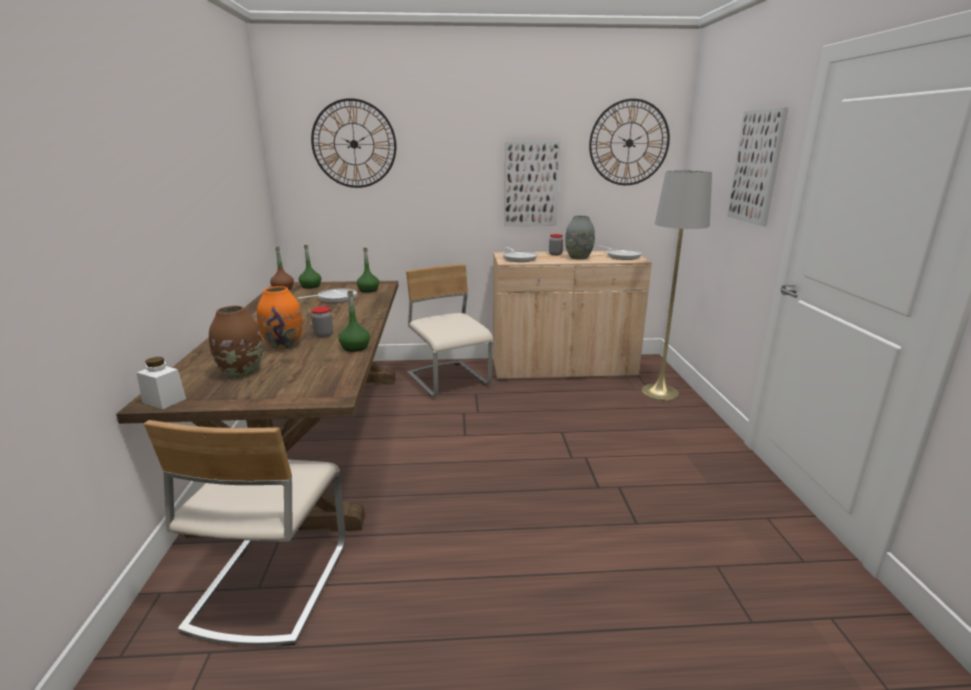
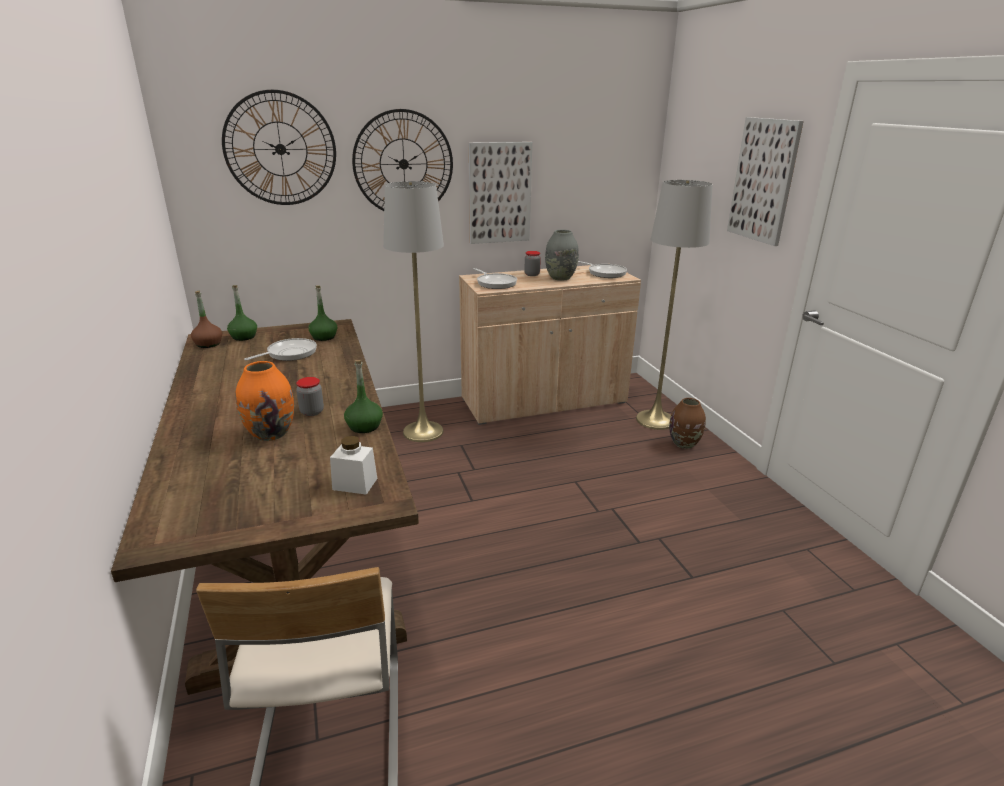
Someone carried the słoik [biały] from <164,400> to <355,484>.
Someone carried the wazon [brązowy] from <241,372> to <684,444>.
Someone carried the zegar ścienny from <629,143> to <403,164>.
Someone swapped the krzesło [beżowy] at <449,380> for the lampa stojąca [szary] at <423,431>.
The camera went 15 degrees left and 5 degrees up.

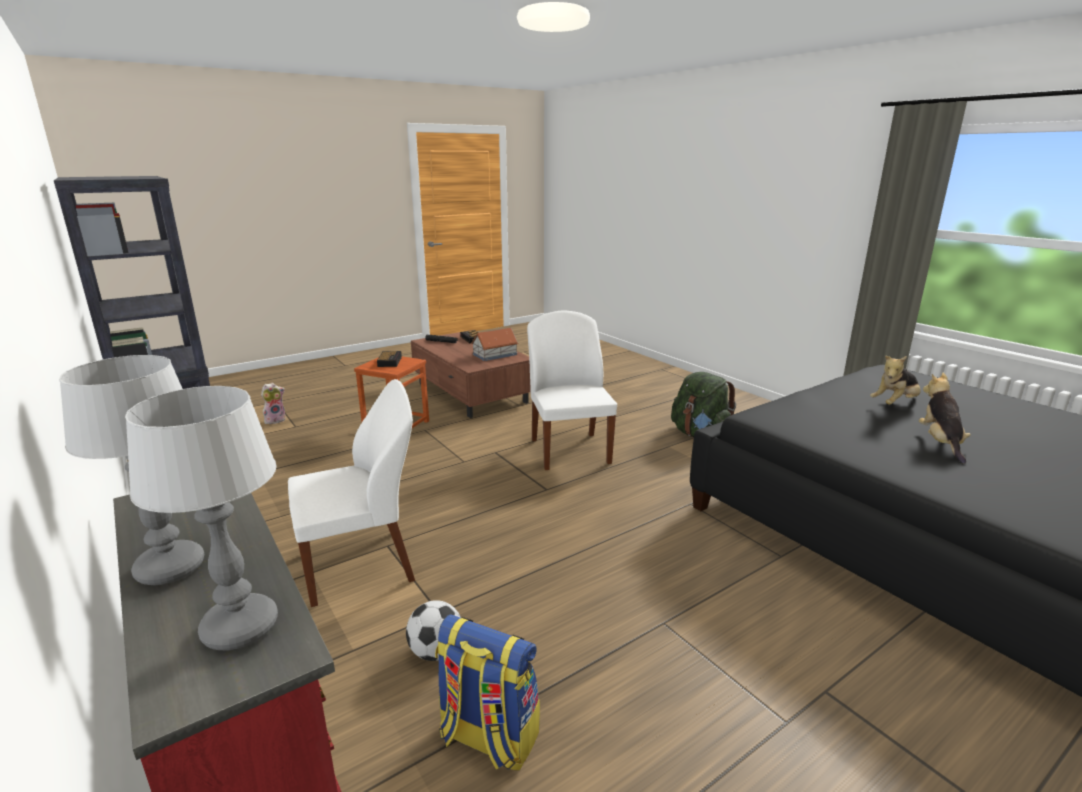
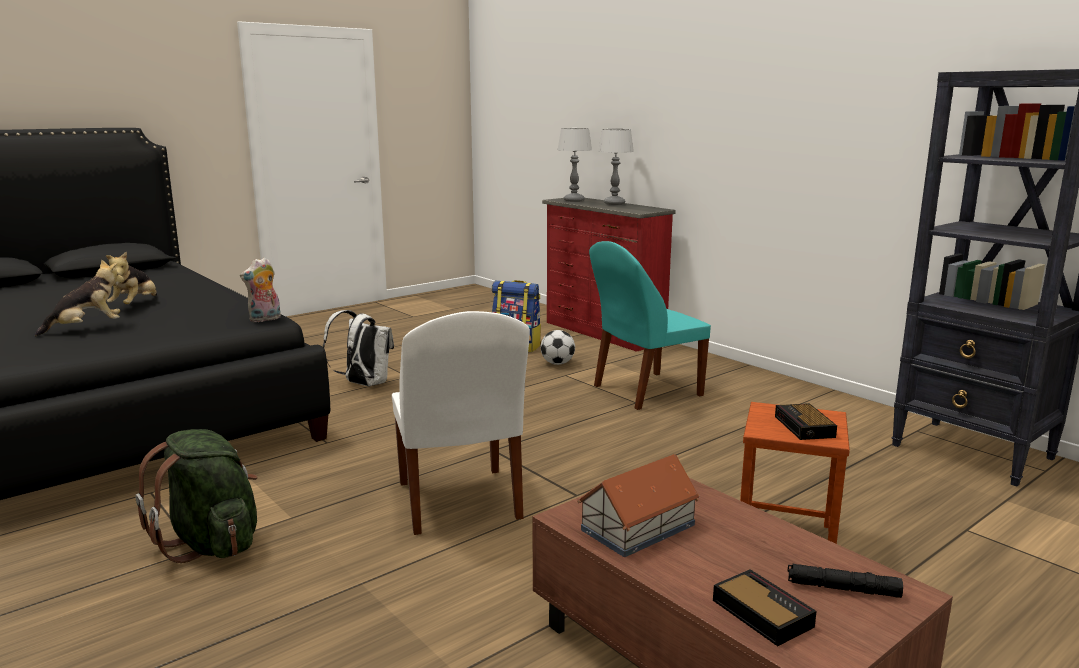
Someone put down the plecak [biały] at <363,384>.
Someone carried the pluszak from <275,420> to <265,319>.
Someone repainted the krzesło [biały] at <362,566>, which became the krzesło [turkusowy] at <644,391>.
The camera went 175 degrees right and 5 degrees down.

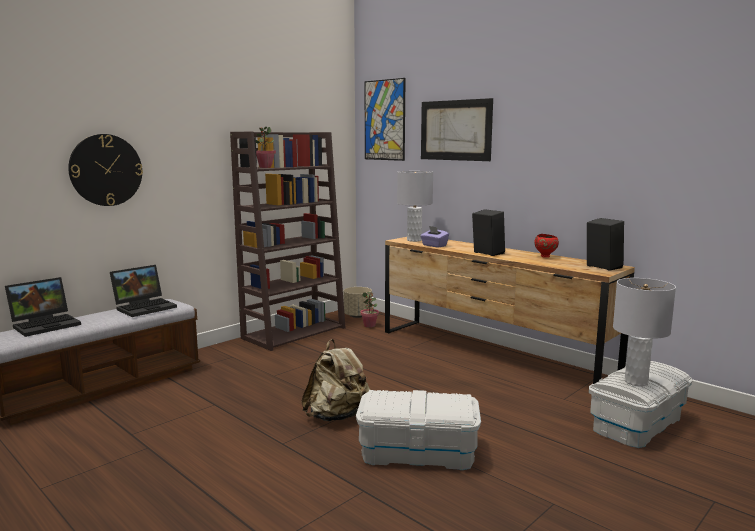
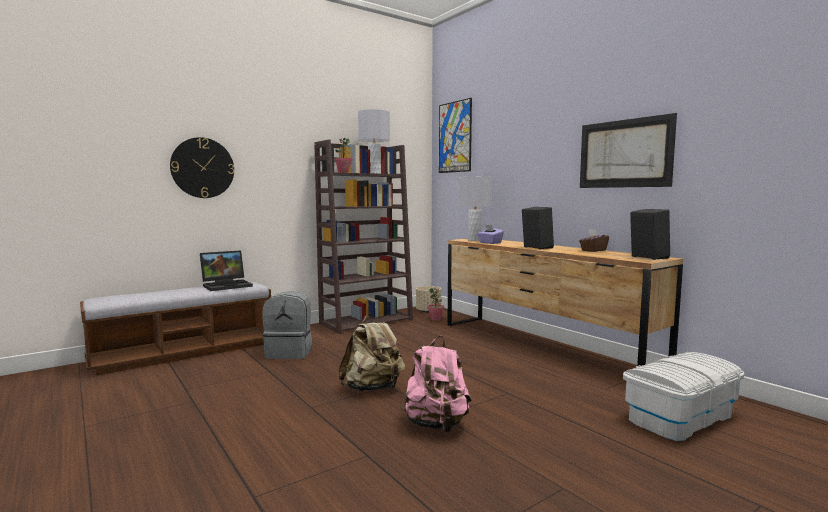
Someone took away the laptop at <47,324>.
Someone put down the plecak [szary] at <289,353>.
Someone carried the obraz from <455,130> to <624,153>.
Someone carried the lampa stołowa [szary] from <636,382> to <374,173>.
Someone swapped the pojemnik do przechowywania [biały] at <418,452> for the plecak [różowy] at <436,425>.
Someone swapped the miska [czerwony] at <545,256> for the pudełko chusteczek [brązowy] at <593,250>.
The camera went 10 degrees right and 5 degrees down.

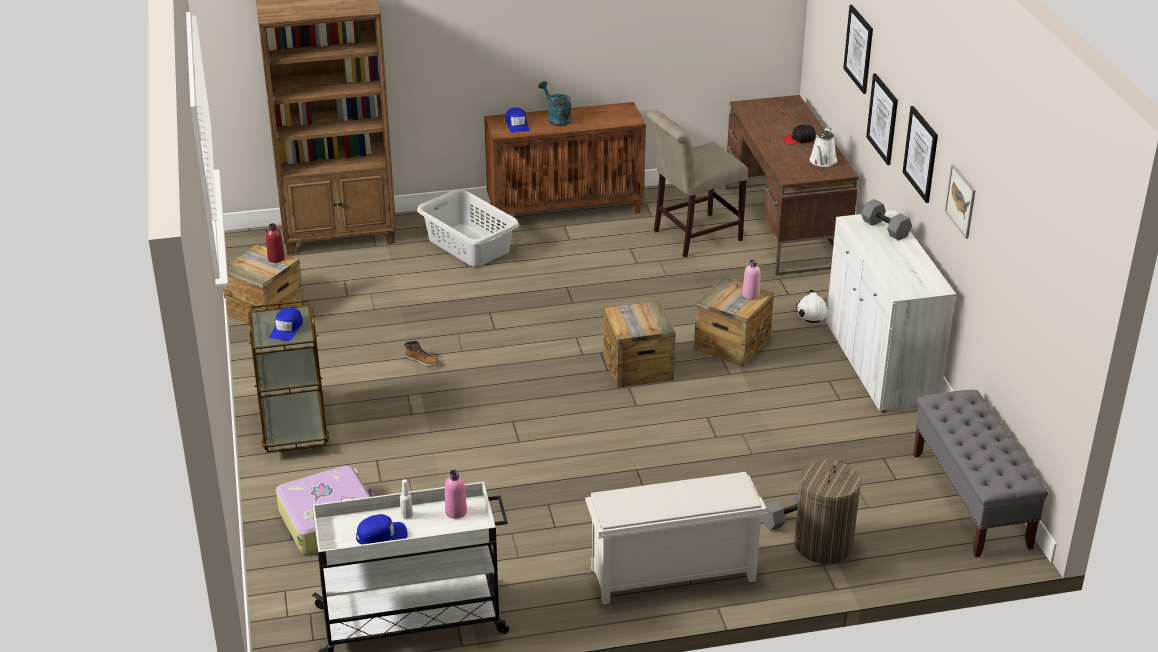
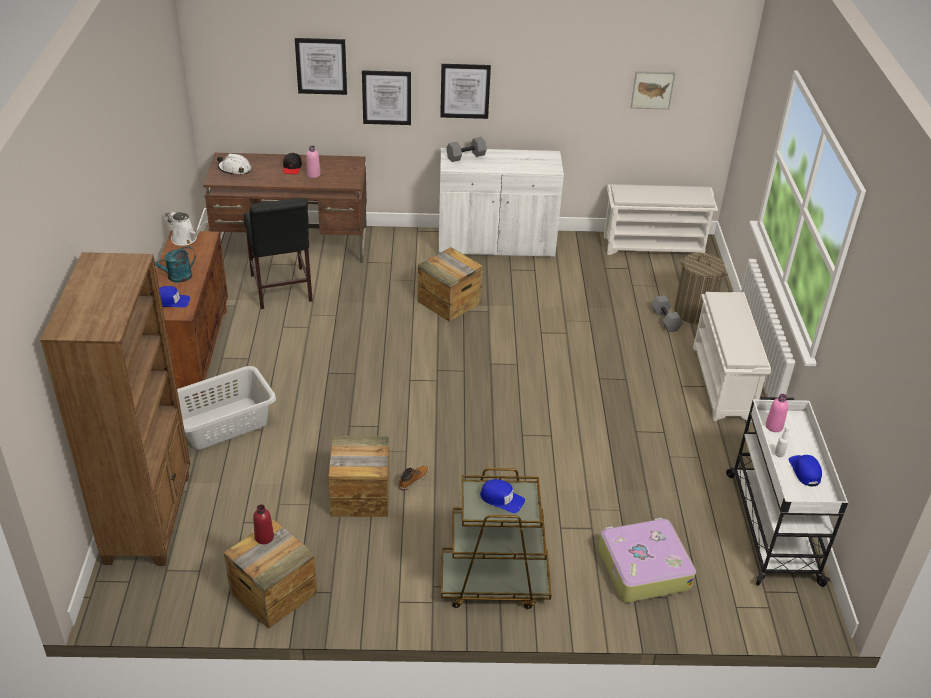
Someone carried the skrzynka from <638,367> to <360,495>.
Someone carried the butelka [różowy] from <751,295> to <313,174>.
Someone carried the kask [biały] from <811,312> to <235,169>.
Someone carried the konewka [biały] from <822,161> to <186,239>.
Someone carried the obraz from <961,201> to <652,90>.
Someone swapped the ławka [szary] at <971,500> for the regał na buty [biały] at <654,246>.
Someone repainted the krzesło [beżowy] at <692,236>, which became the krzesło [czarny] at <281,290>.
The camera went 80 degrees left and 5 degrees up.

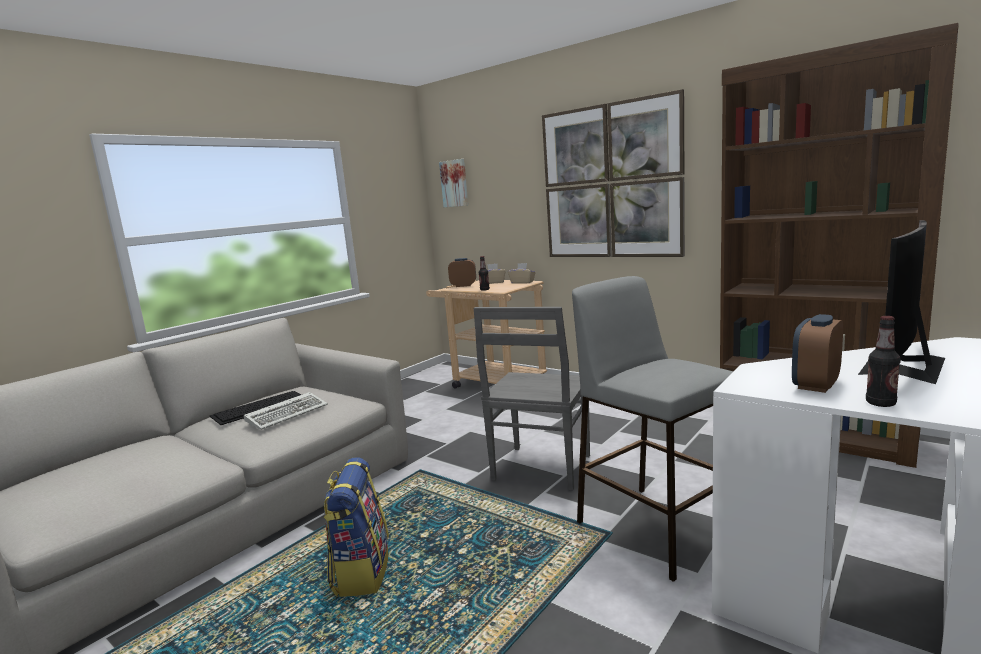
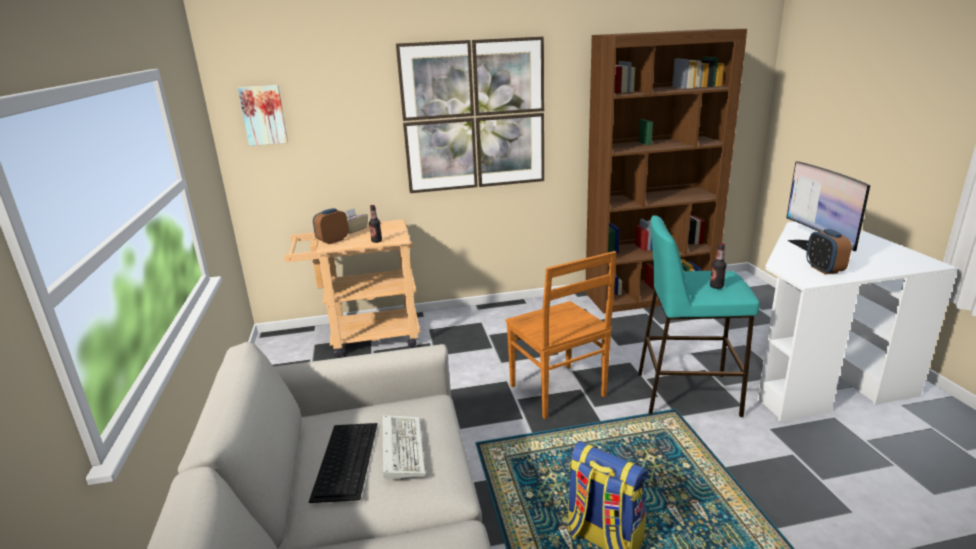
Someone took away the pudełko chusteczek [beżowy] at <522,282>.
Someone carried the butelka from <880,403> to <716,286>.
Someone repainted the krzesło [szary] at <540,469>, which became the krzesło [brązowy] at <558,392>.
Someone repainted the stołek [szary] at <654,528>, which became the stołek [turkusowy] at <686,394>.
The camera went 50 degrees left and 10 degrees up.

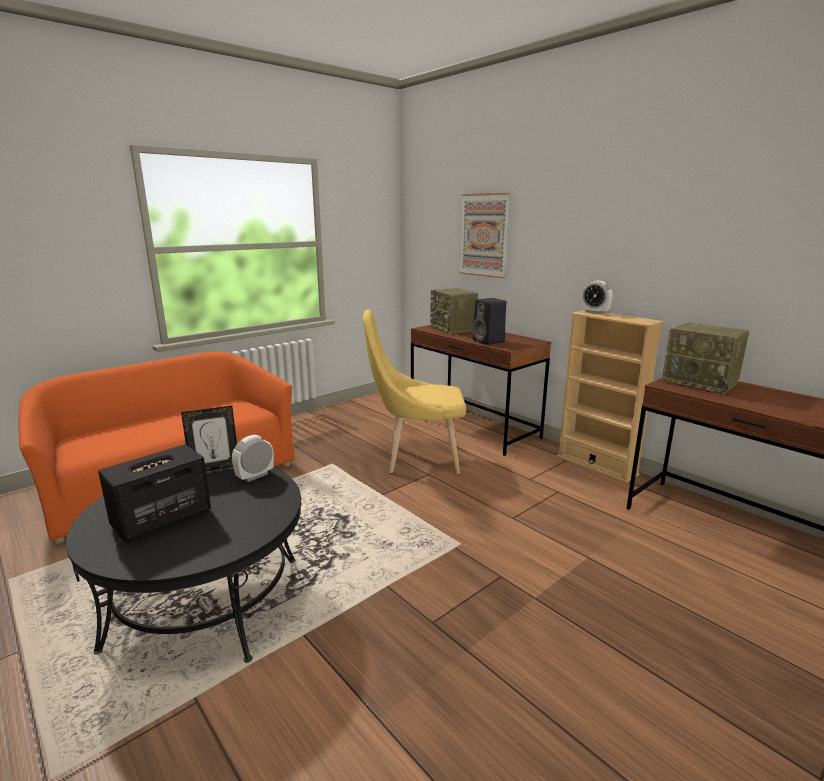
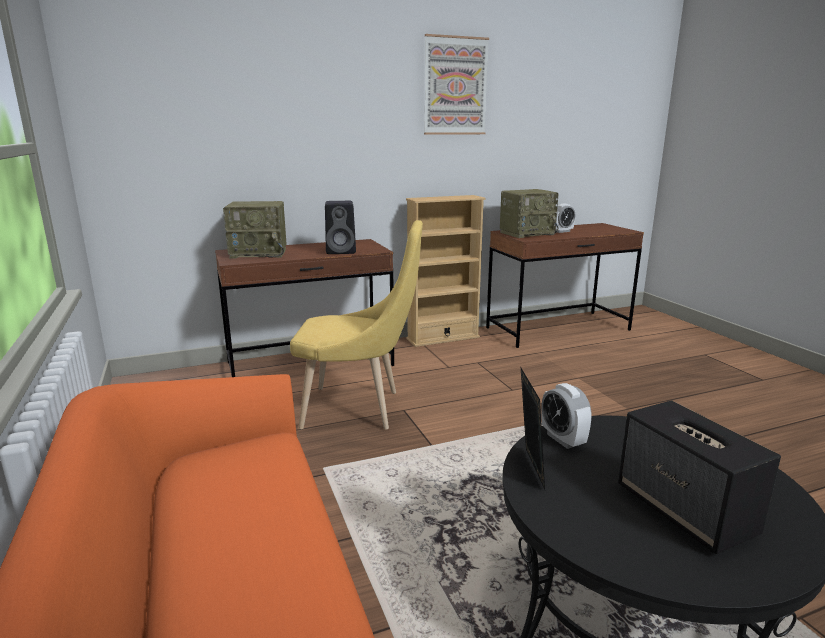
Someone carried the obraz from <484,235> to <455,86>.
Someone carried the budzik from <595,312> to <562,231>.
Someone rotated the krzesło [żółty] at <416,458> by 105 degrees counterclockwise.
The camera went 70 degrees left and 0 degrees up.

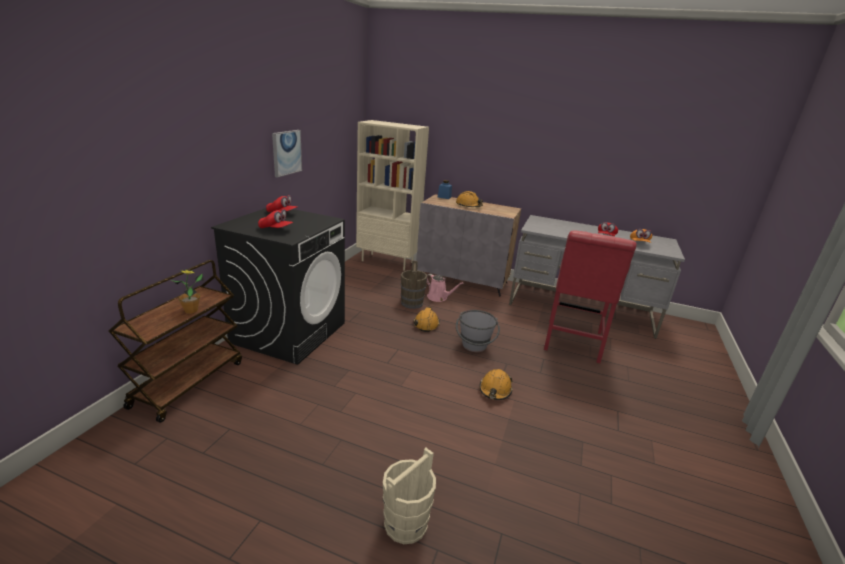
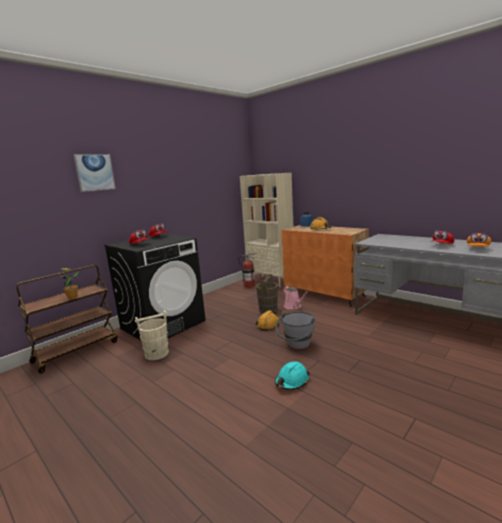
Someone took away the krzesło [czerwony] at <572,343>.
Someone put down the gaśnica at <249,286>.
Someone carried the obraz from <286,152> to <95,172>.
Someone carried the wiadro [beżowy] from <405,524> to <156,354>.
Someone repainted the szafka [szary] at <463,280>, which became the szafka [pomarańczowy] at <324,294>.
Someone repainted the kask [pomarańczowy] at <495,390>, which became the kask [turkusowy] at <292,381>.
The camera went 25 degrees right and 10 degrees down.

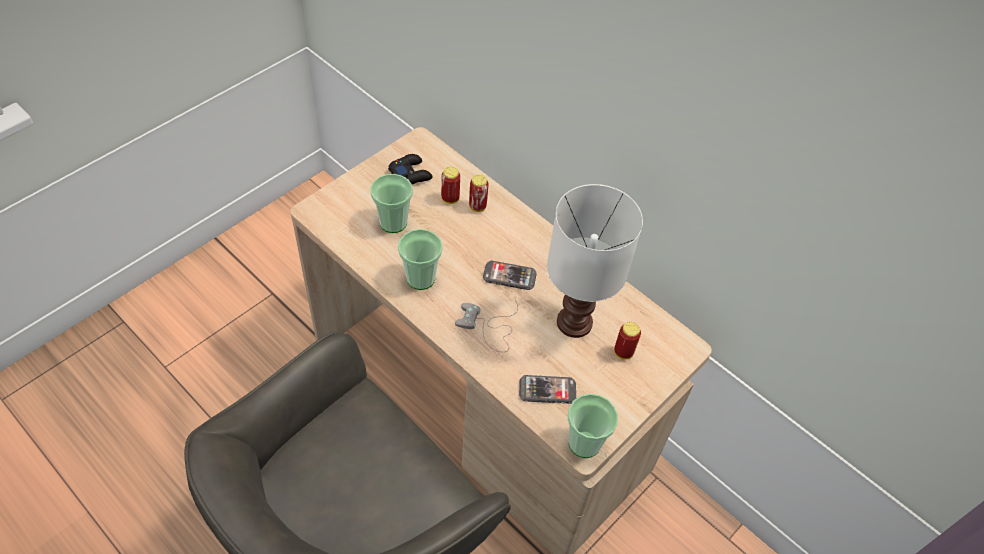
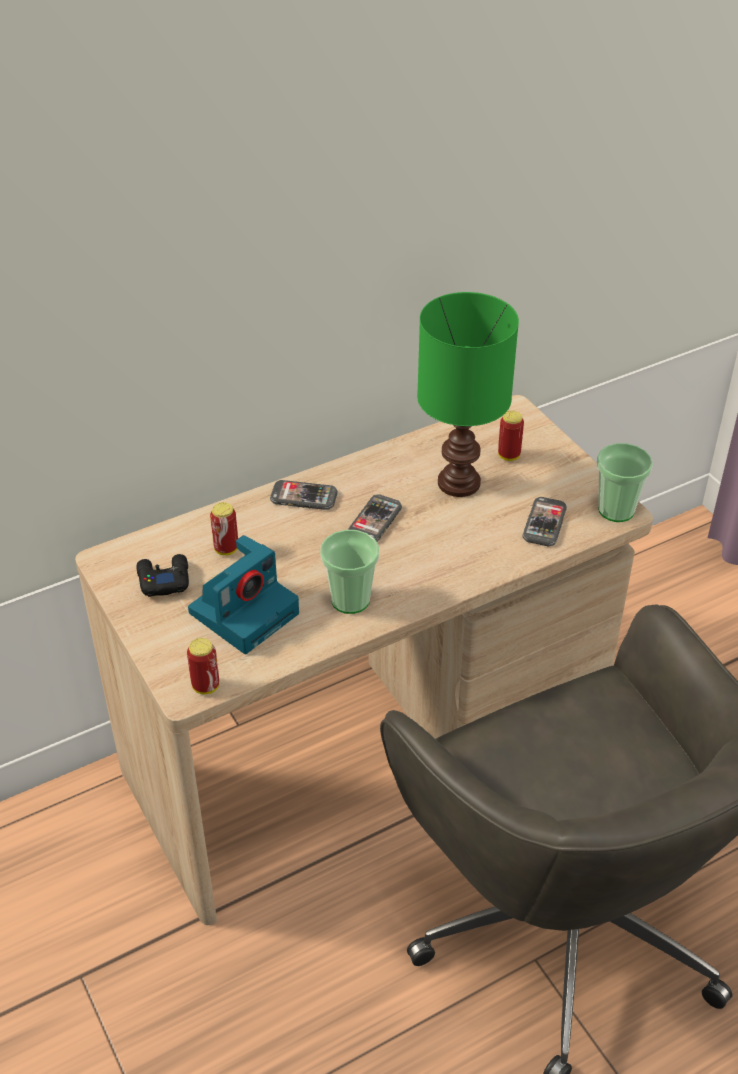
Someone took away the pad do gier [szary] at <489,327>.
Someone put down the telefon at <304,497>.
Someone carried the puszka from <477,206> to <205,686>.
Someone swapped the filiżanka at <393,222> for the aparat fotograficzny at <245,611>.
Someone repainted the lampa stołowa [biały] at <575,324>, which became the lampa stołowa [zielony] at <460,482>.
The camera went 70 degrees left and 10 degrees down.

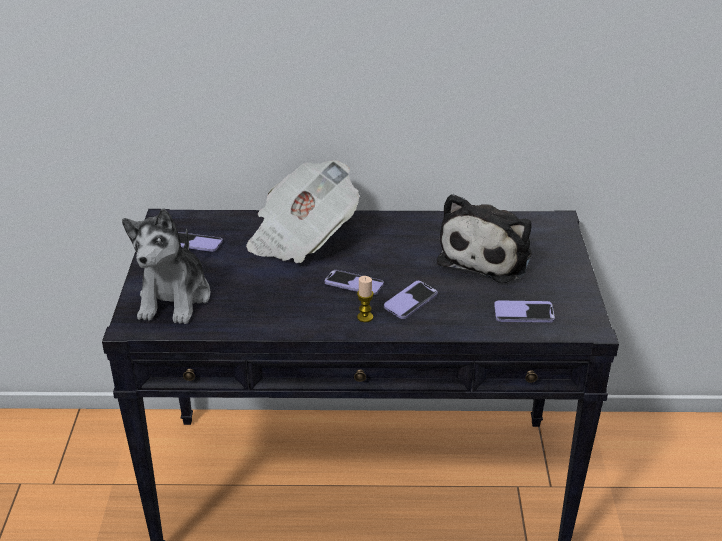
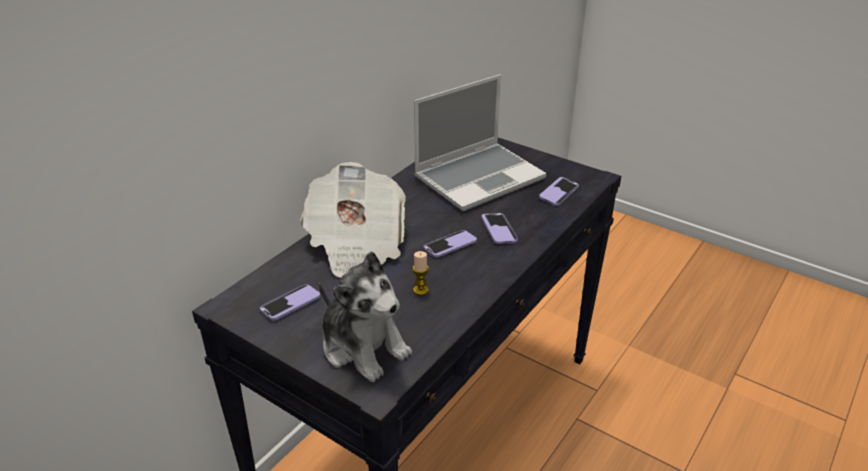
Someone carried the świeca from <365,317> to <420,290>.
Someone swapped the pluszak at <488,256> for the laptop at <479,177>.
The camera went 55 degrees left and 0 degrees up.

